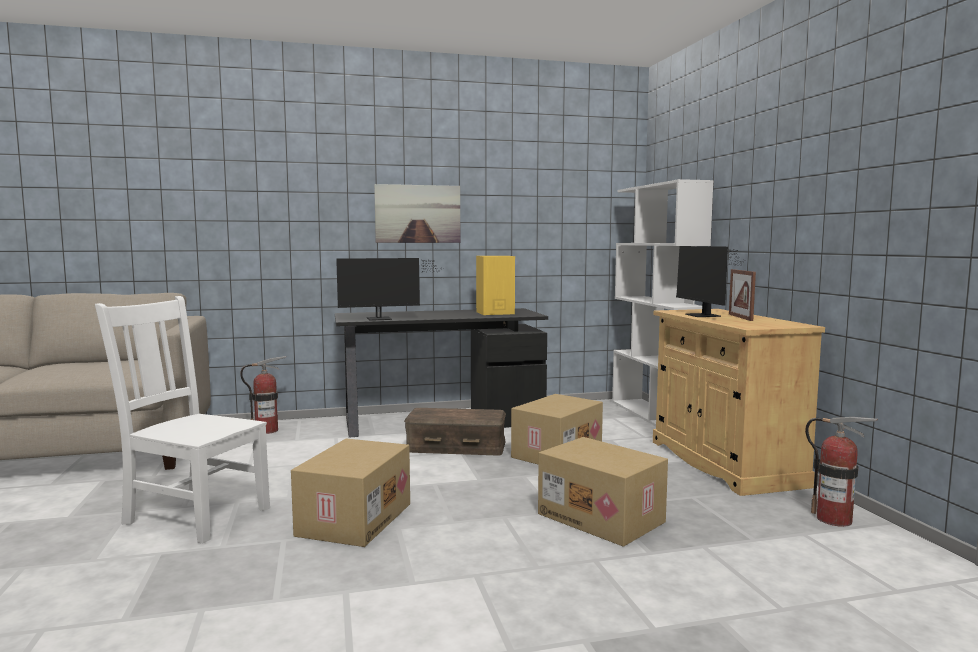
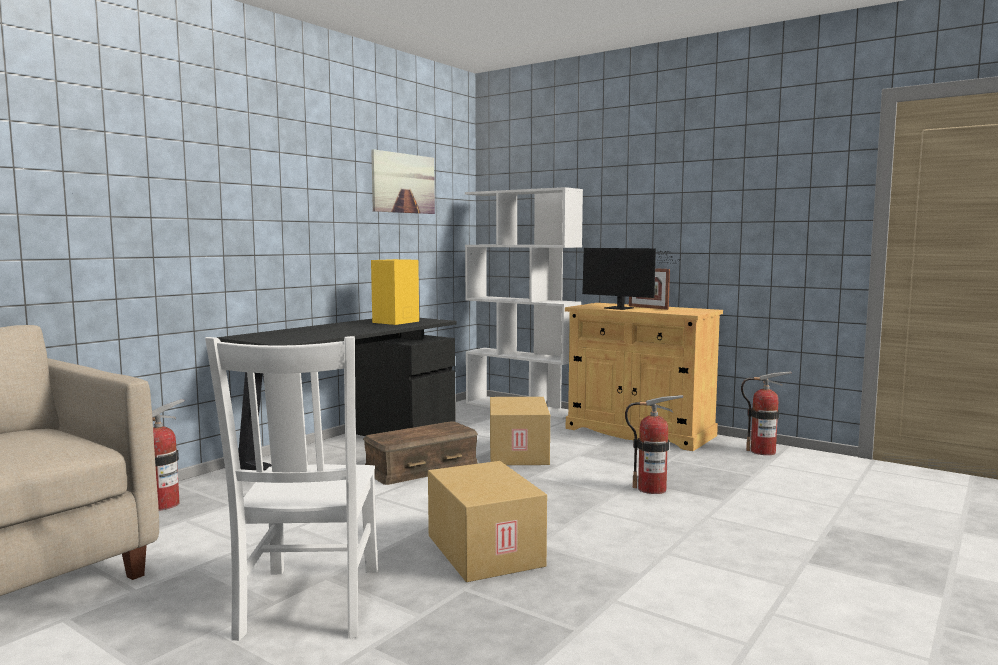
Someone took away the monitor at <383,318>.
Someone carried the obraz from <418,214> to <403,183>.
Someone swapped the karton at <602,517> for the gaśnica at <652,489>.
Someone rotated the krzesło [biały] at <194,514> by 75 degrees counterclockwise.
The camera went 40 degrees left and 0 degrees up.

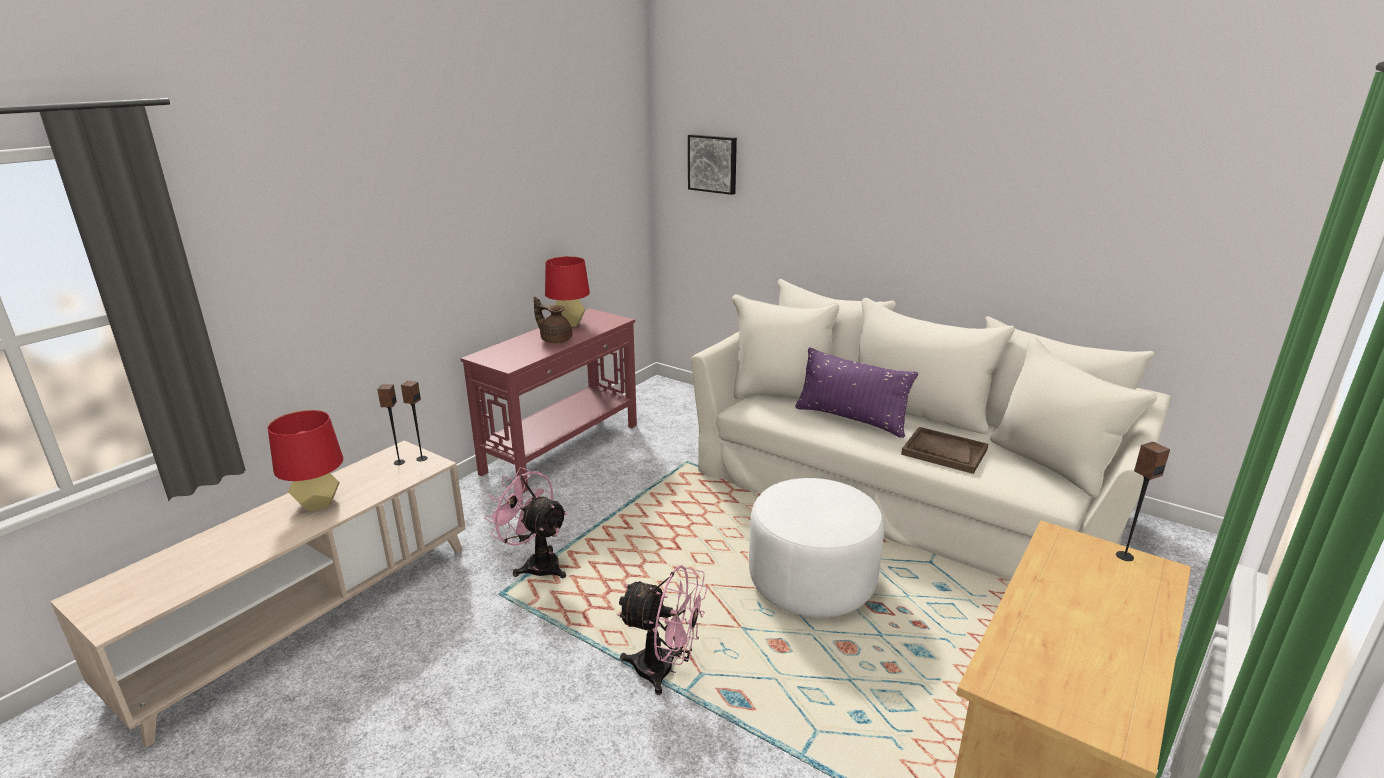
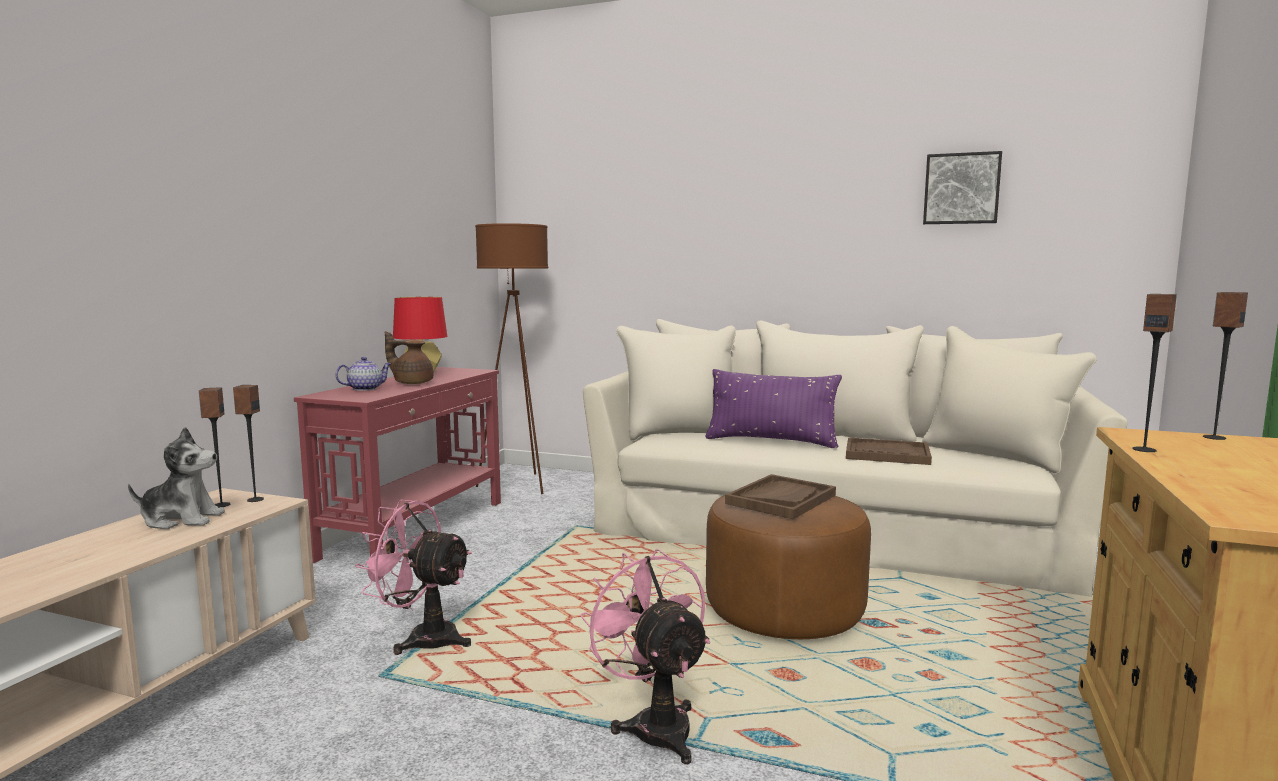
Someone took away the lampa stołowa [czerwony] at <318,503>.
Someone put down the pluszak at <181,519>.
Someone put down the imbryk at <365,389>.
Someone put down the lampa stojąca [brązowy] at <518,485>.
Someone put down the taca [brązowy] at <781,499>.
Someone put down the głośnik at <1144,449>.
Someone carried the obraz from <713,163> to <961,189>.
Someone repainted the pufa [biały] at <811,581>, which became the pufa [brązowy] at <784,610>.
Someone rotated the wentylator [różowy] at <664,670> by 120 degrees counterclockwise.
The camera went 15 degrees left and 15 degrees down.

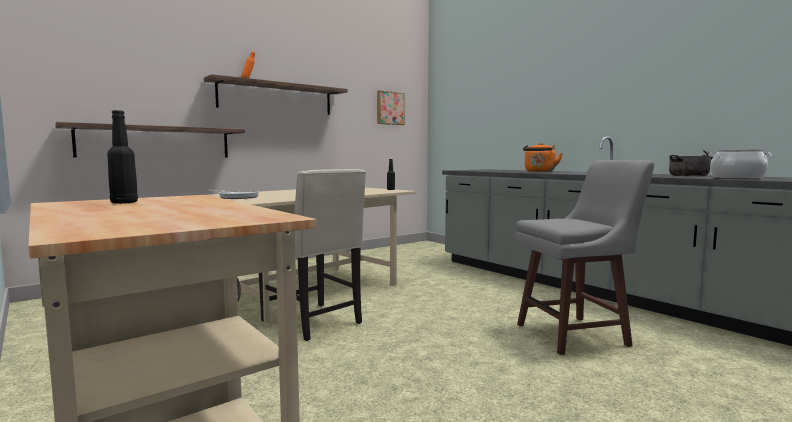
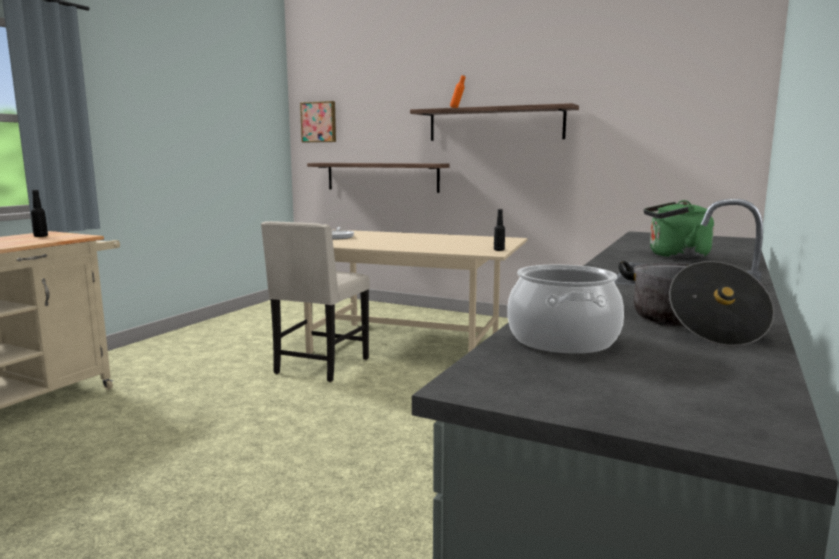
Someone took away the stołek [szary] at <575,335>.
Someone carried the obraz from <390,108> to <319,122>.
Someone repainted the czajnik [pomarańczowy] at <539,171>, which became the czajnik [zielony] at <674,256>.
The camera went 65 degrees right and 5 degrees up.

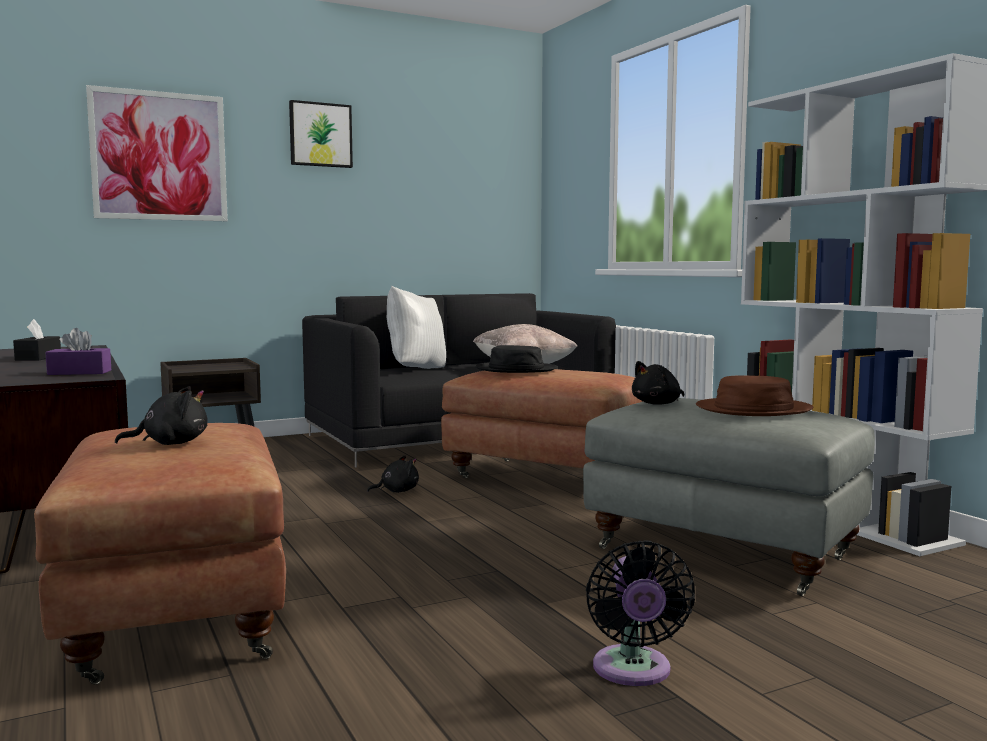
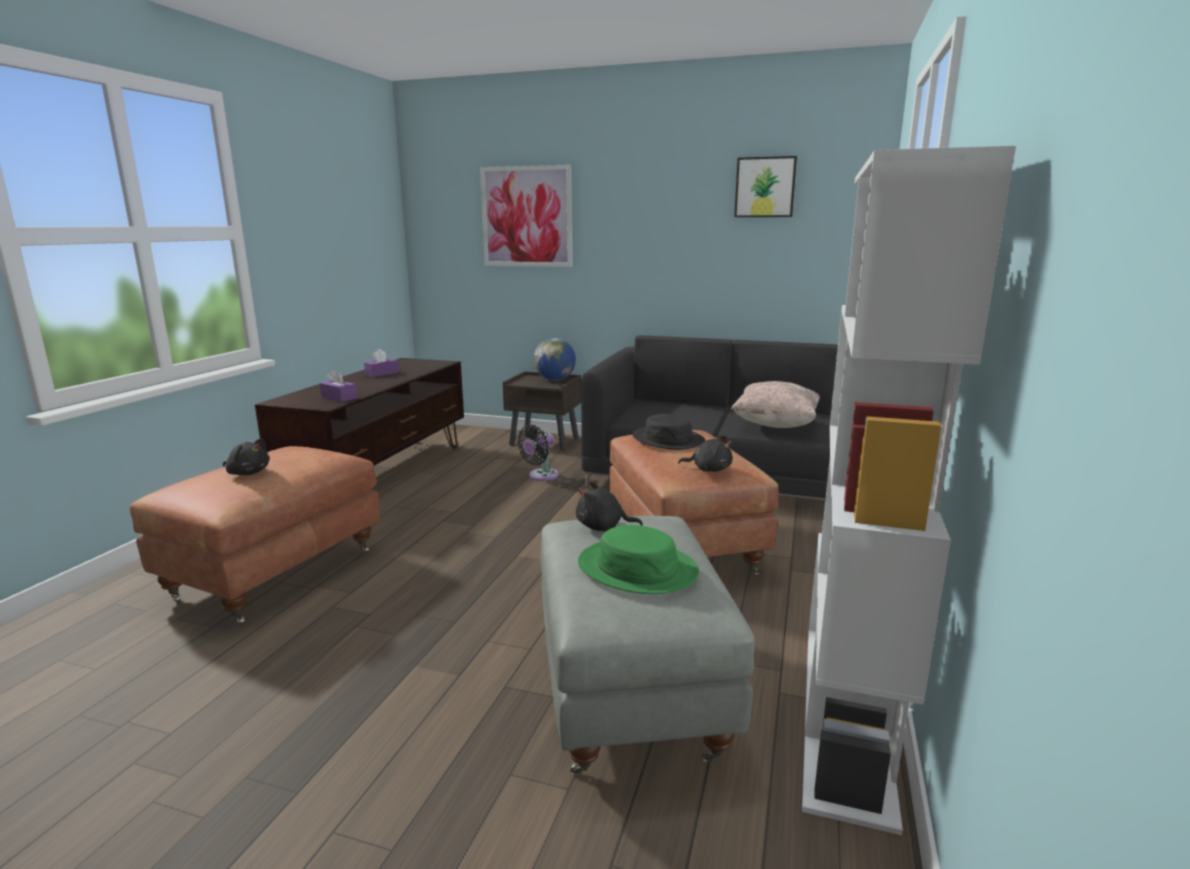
Someone took away the poduszka [biały] at <416,369>.
Someone put down the globus at <555,380>.
Someone carried the obraz from <320,135> to <765,187>.
Someone carried the pluszak [czarny] from <397,491> to <709,469>.
Someone carried the wentylator [czarny] from <633,671> to <541,476>.
Someone repainted the pudełko chusteczek [czarny] at <38,358>, which became the pudełko chusteczek [fioletowy] at <382,373>.
Someone repainted the kapelusz [brązowy] at <753,409>, which became the kapelusz [zielony] at <637,568>.
The camera went 45 degrees right and 10 degrees up.

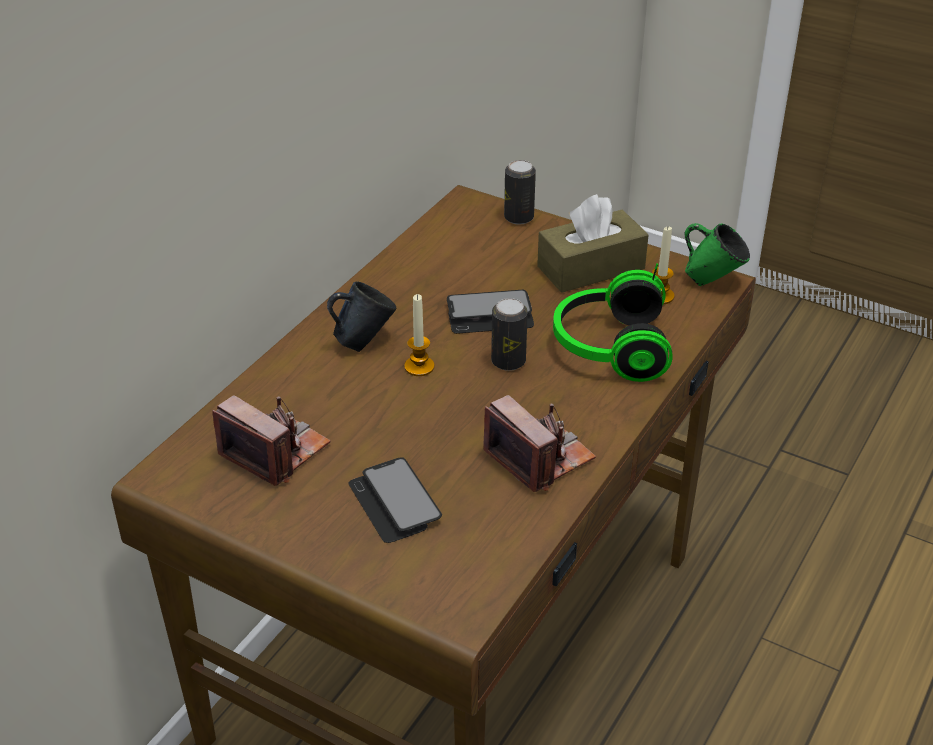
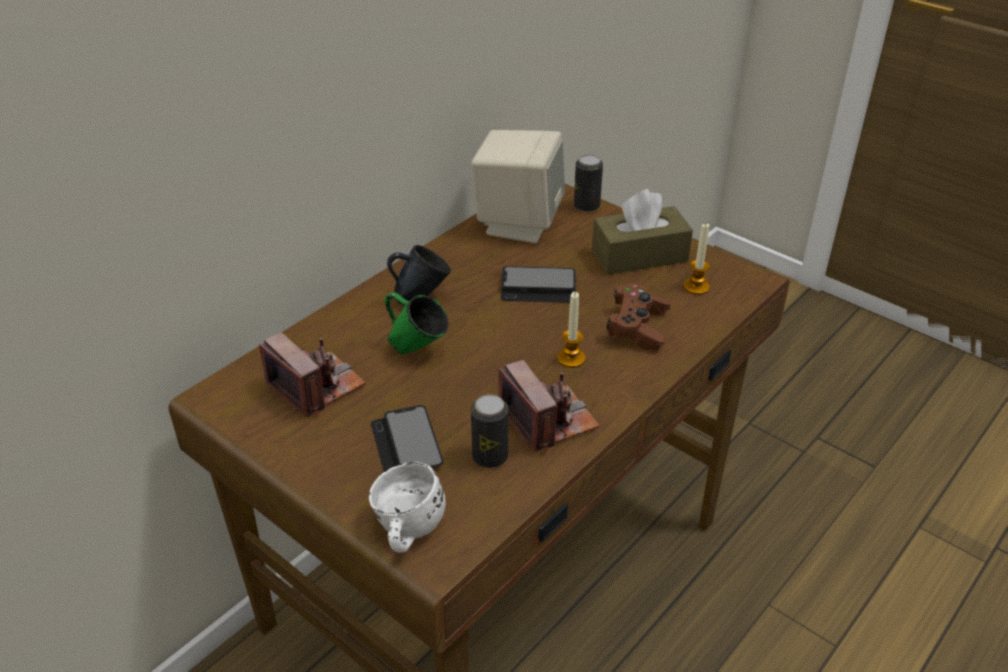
Someone put down the kubek [biały] at <405,531>.
Someone put down the głośnik [beżowy] at <518,223>.
Someone carried the świeca from <419,367> to <571,358>.
Someone carried the puszka from <508,361> to <490,456>.
Someone carried the kubek [zielony] from <711,281> to <417,350>.
Someone swapped the słuchawki at <608,347> for the pad do gier [brązowy] at <637,327>.
The camera went 10 degrees right and 0 degrees up.

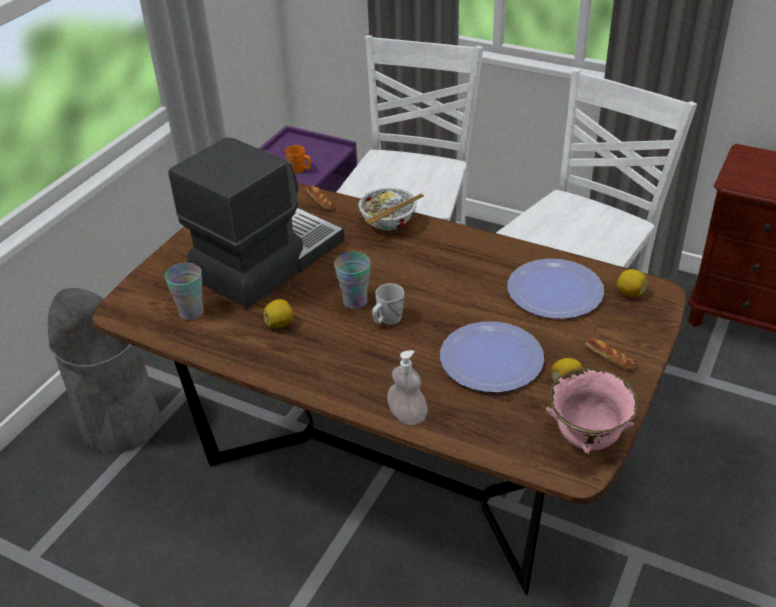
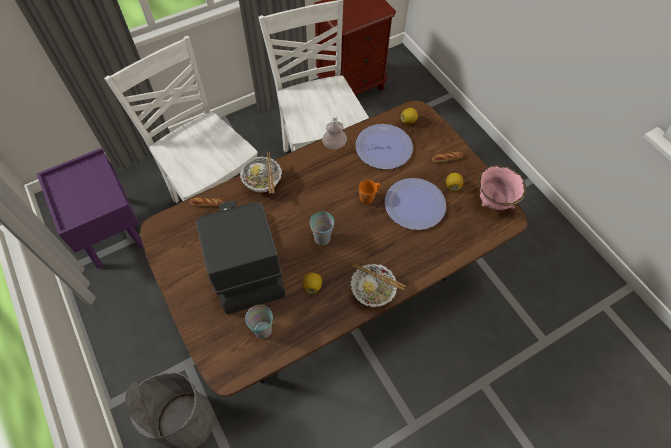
Someone took away the kubek [biały] at <387,320>.
Someone put down the miska at <373,291>.
Someone carried the kubek [pomarańczowy] from <300,170> to <369,197>.
Someone carried the dozownik mydła from <407,415> to <334,145>.
The camera went 60 degrees left and 20 degrees up.

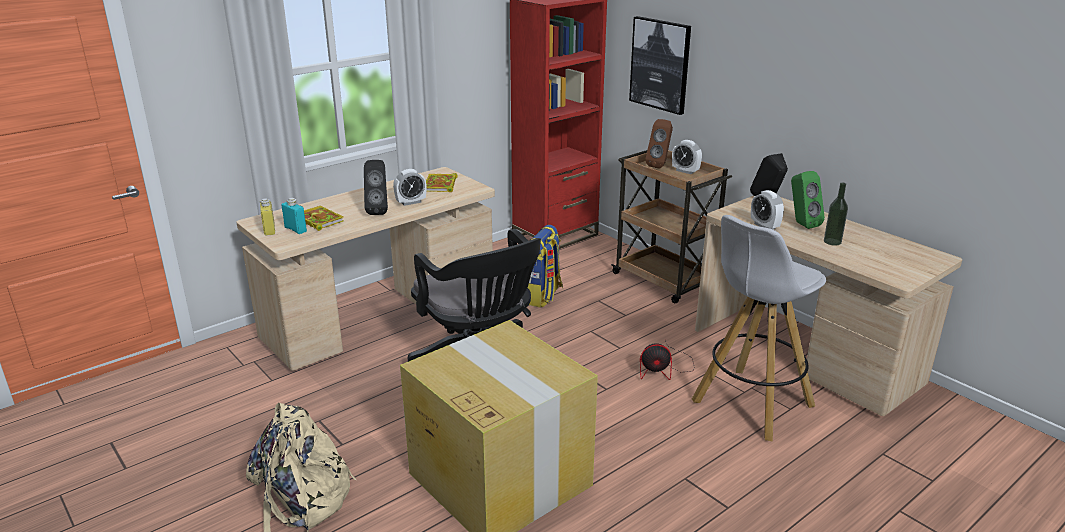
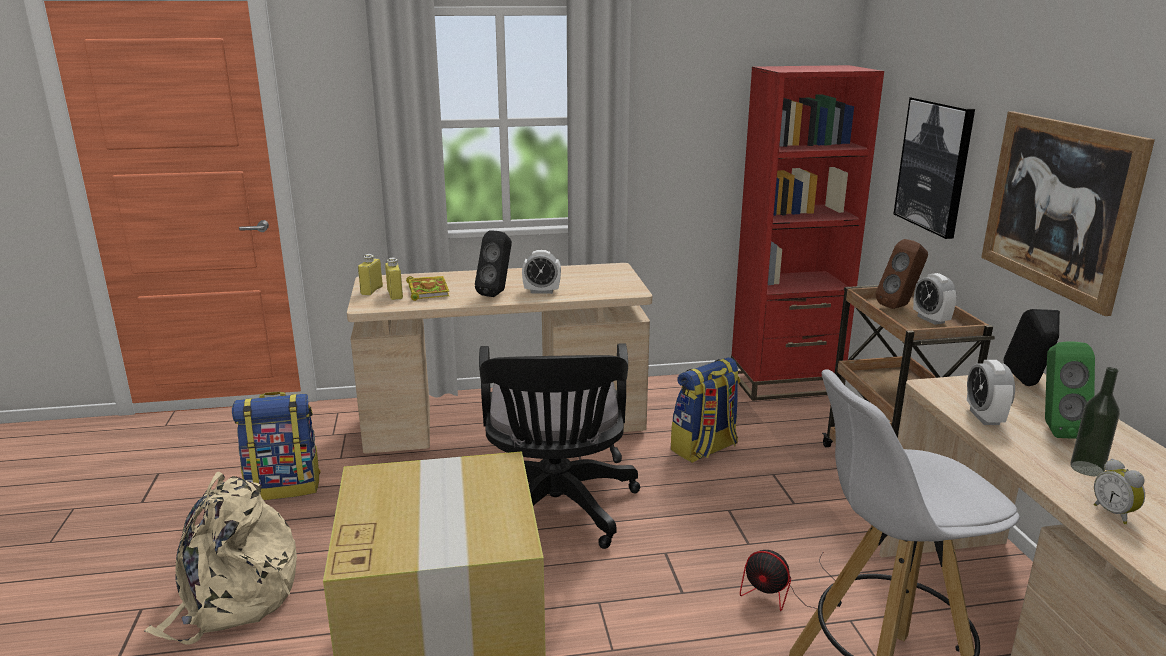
Someone took away the książka at <441,185>.
Someone put down the plecak at <285,486>.
Someone put up the obraz at <1059,206>.
Someone put down the budzik at <1114,513>.
Someone repainted the butelka [turkusowy] at <295,229>, which became the butelka [żółty] at <395,295>.
The camera went 30 degrees right and 5 degrees down.

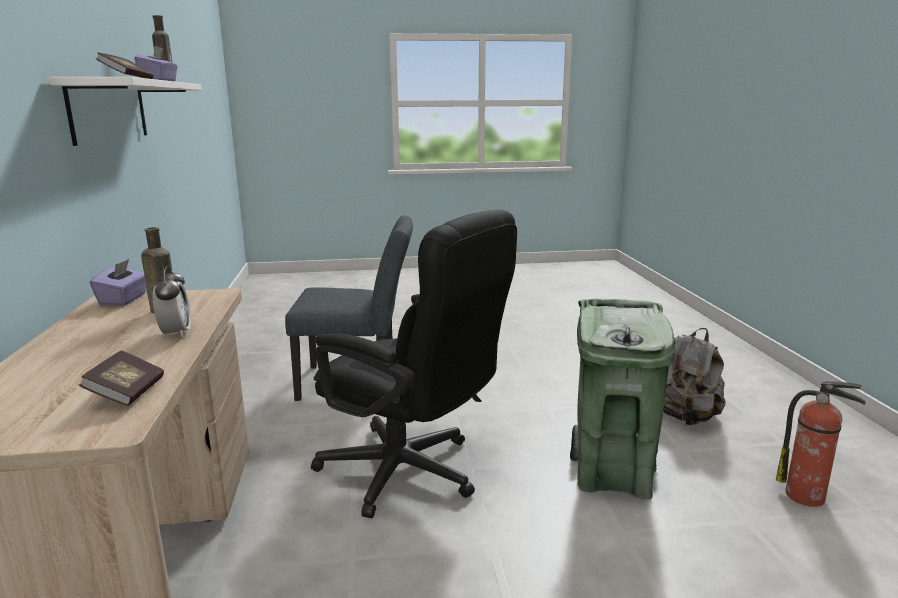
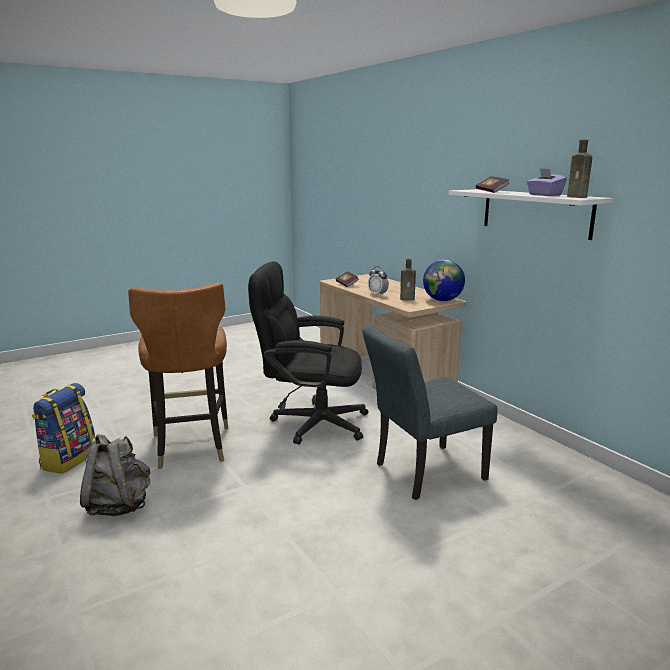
Someone swapped the pudełko chusteczek [fioletowy] at <124,300> for the globus at <442,300>.
Someone swapped the kosz na śmieci [zielony] at <613,475> for the krzesło [brązowy] at <191,446>.
Someone swapped the gaśnica at <807,497> for the plecak at <68,459>.
The camera went 155 degrees right and 0 degrees up.

